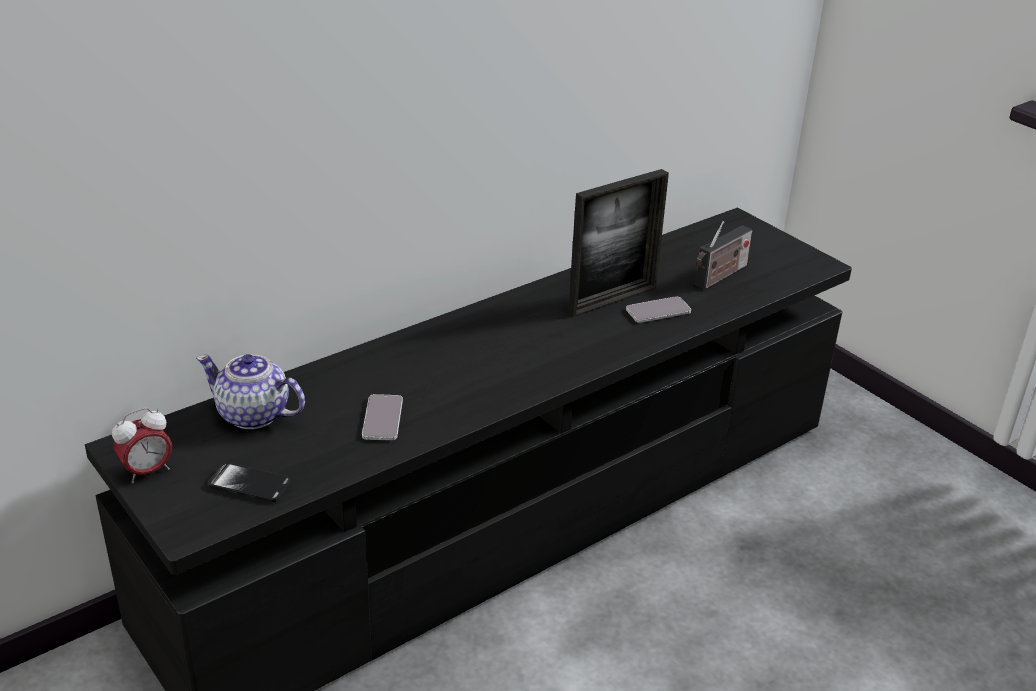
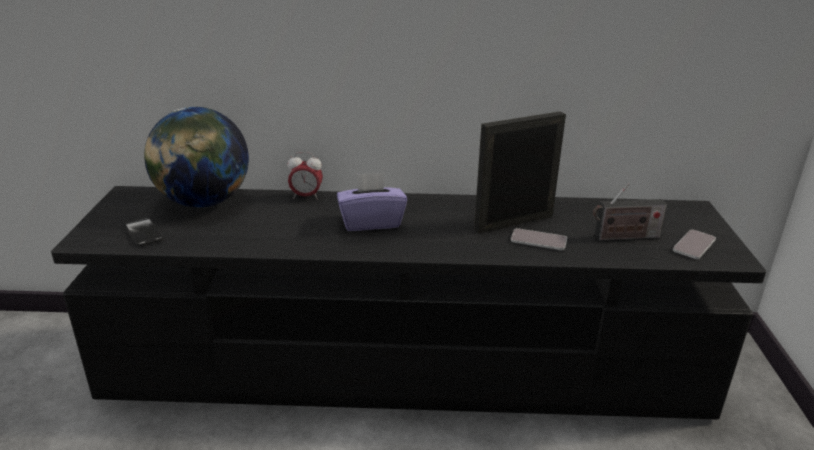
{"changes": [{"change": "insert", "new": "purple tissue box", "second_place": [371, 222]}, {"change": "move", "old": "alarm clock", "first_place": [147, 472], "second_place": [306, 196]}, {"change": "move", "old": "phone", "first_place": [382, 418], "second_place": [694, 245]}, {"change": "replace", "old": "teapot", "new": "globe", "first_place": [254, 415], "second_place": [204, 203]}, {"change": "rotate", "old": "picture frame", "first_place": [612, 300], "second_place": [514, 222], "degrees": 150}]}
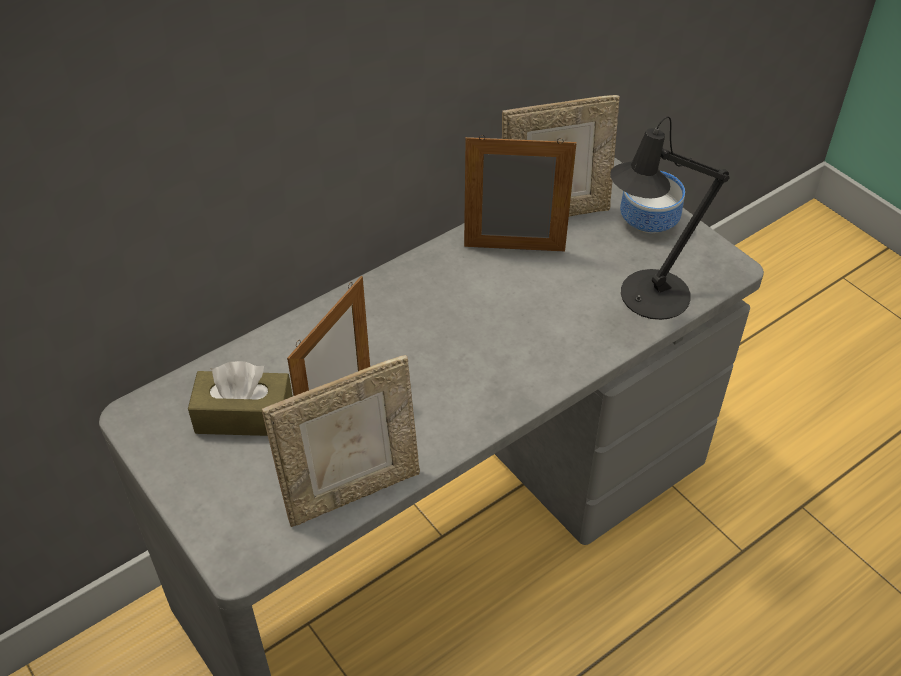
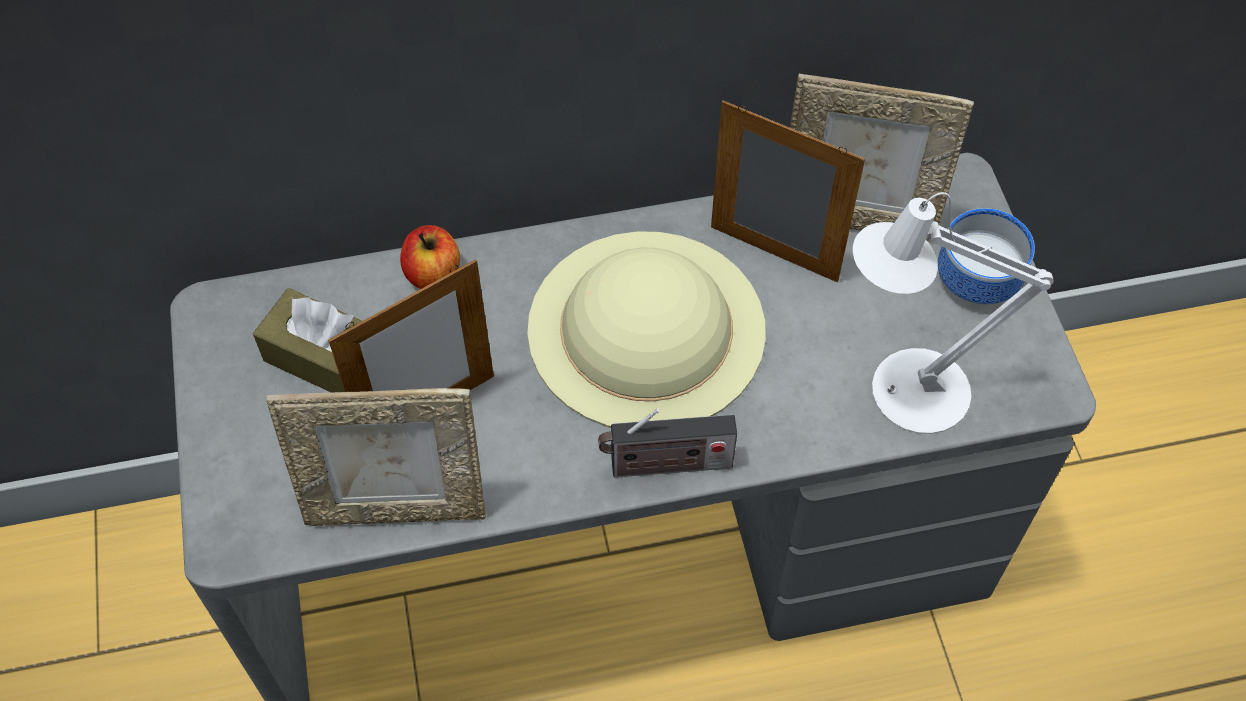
{"changes": [{"change": "insert", "new": "apple", "second_place": [433, 274]}, {"change": "insert", "new": "beige hat", "second_place": [646, 328]}, {"change": "insert", "new": "radio", "second_place": [665, 465]}, {"change": "recolor", "old": "black table lamp", "new": "white table lamp", "first_place": [646, 298], "second_place": [905, 392]}]}
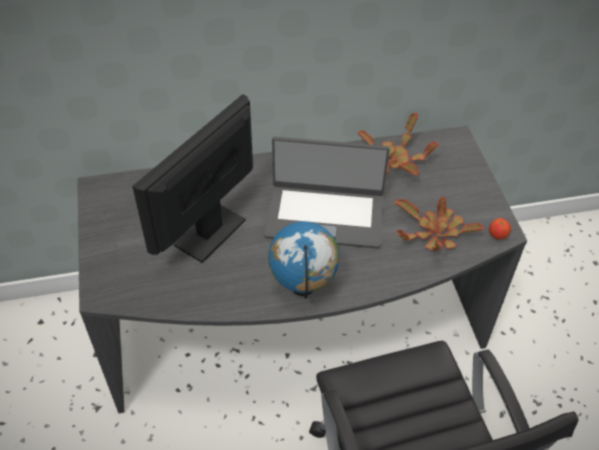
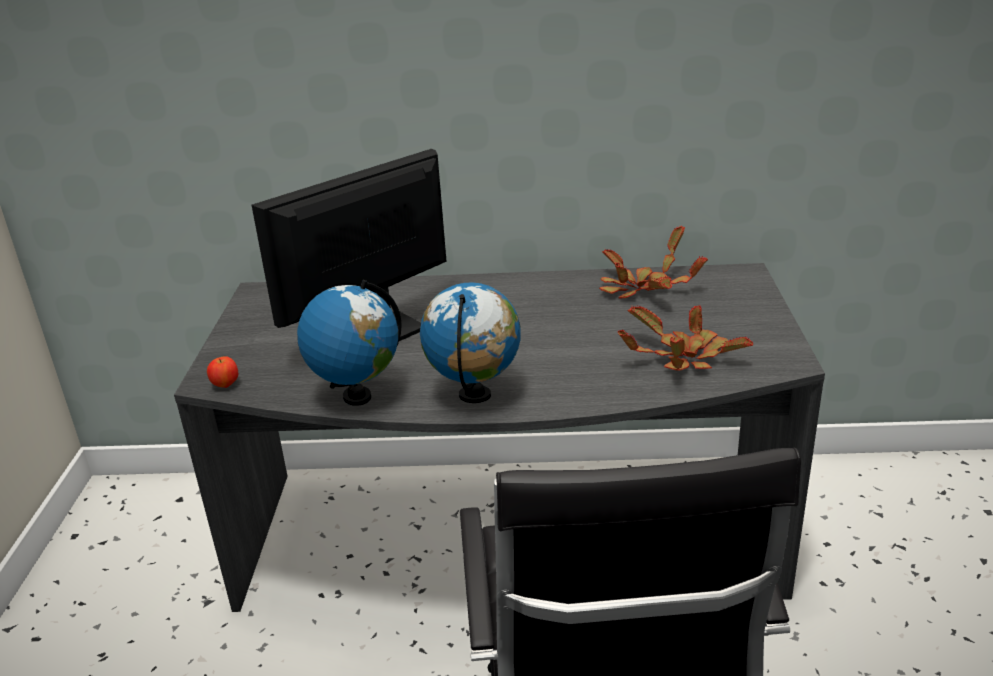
{"changes": [{"change": "delete", "old": "laptop", "first_place": [325, 215]}, {"change": "insert", "new": "globe", "second_place": [357, 396]}, {"change": "move", "old": "apple", "first_place": [497, 235], "second_place": [226, 385]}]}
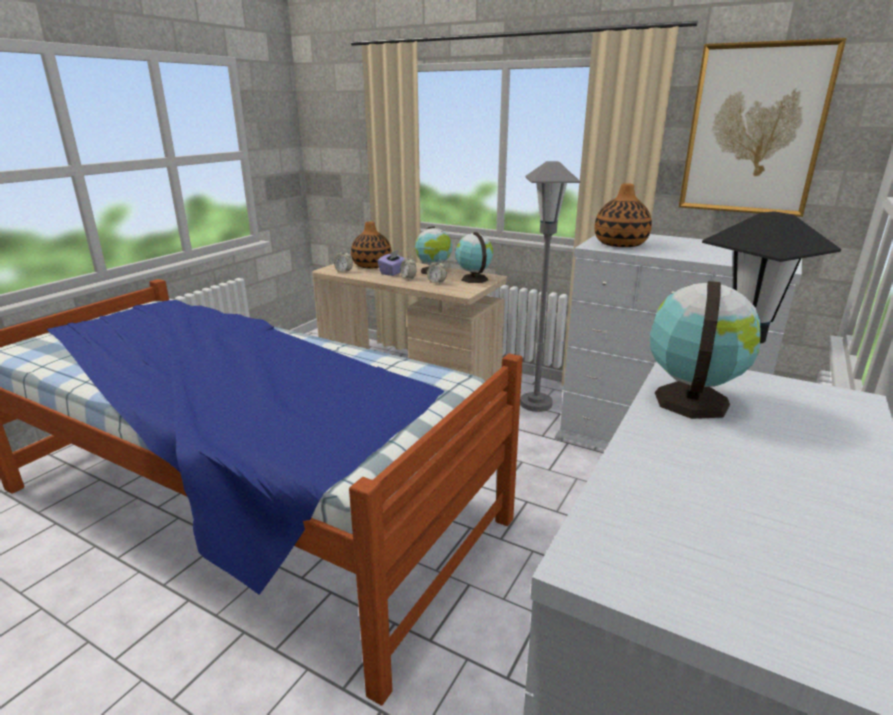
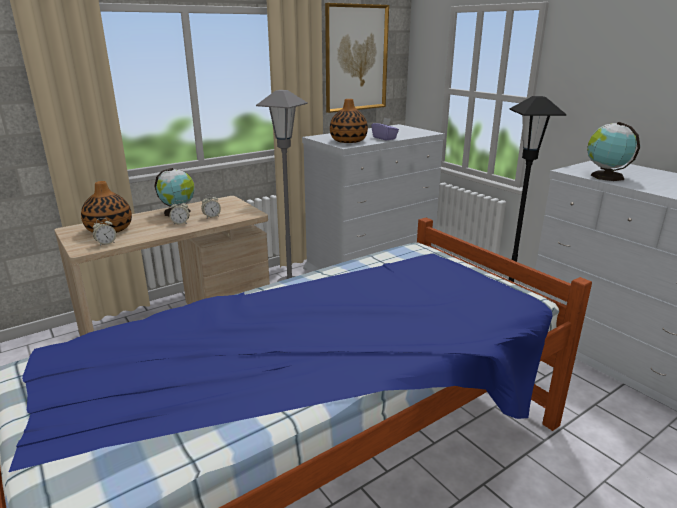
{"changes": [{"change": "delete", "old": "globe", "first_place": [473, 279]}, {"change": "move", "old": "purple tissue box", "first_place": [393, 272], "second_place": [384, 138]}]}
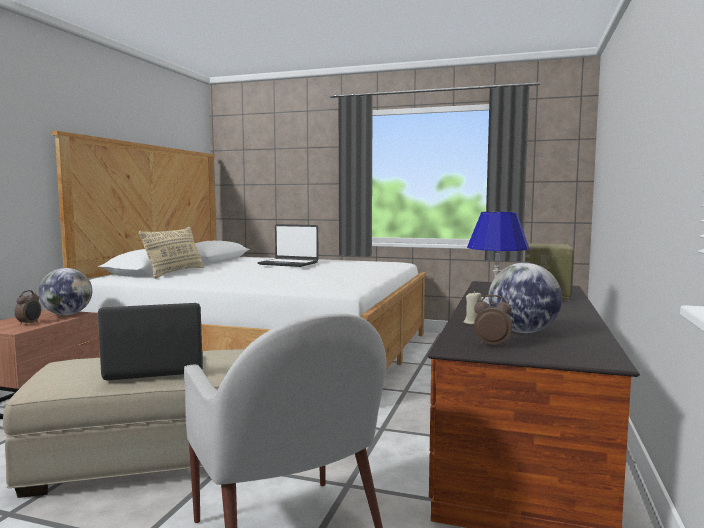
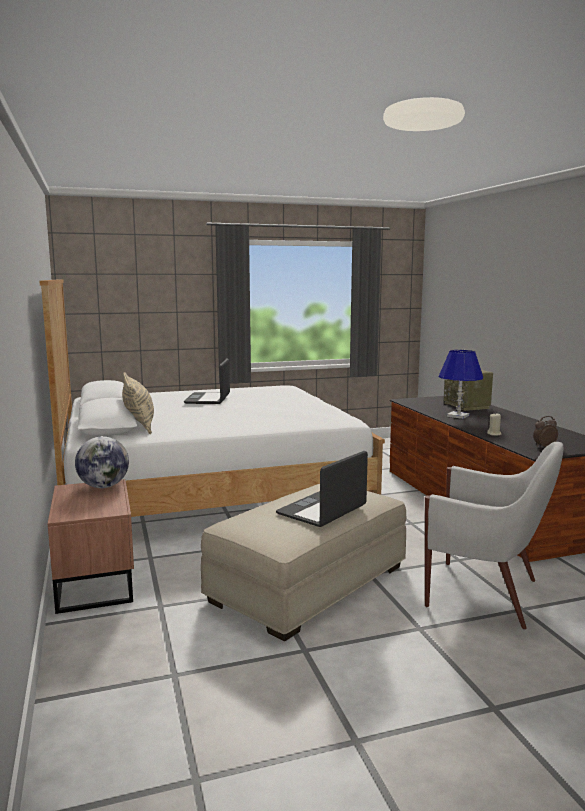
{"changes": [{"change": "delete", "old": "alarm clock", "first_place": [29, 324]}, {"change": "delete", "old": "globe", "first_place": [522, 332]}, {"change": "rotate", "old": "laptop", "first_place": [288, 263], "second_place": [208, 399], "degrees": 105}]}
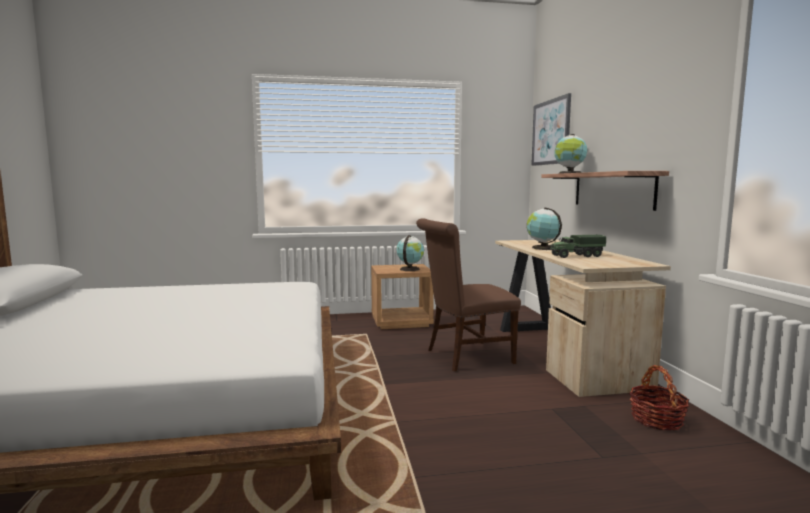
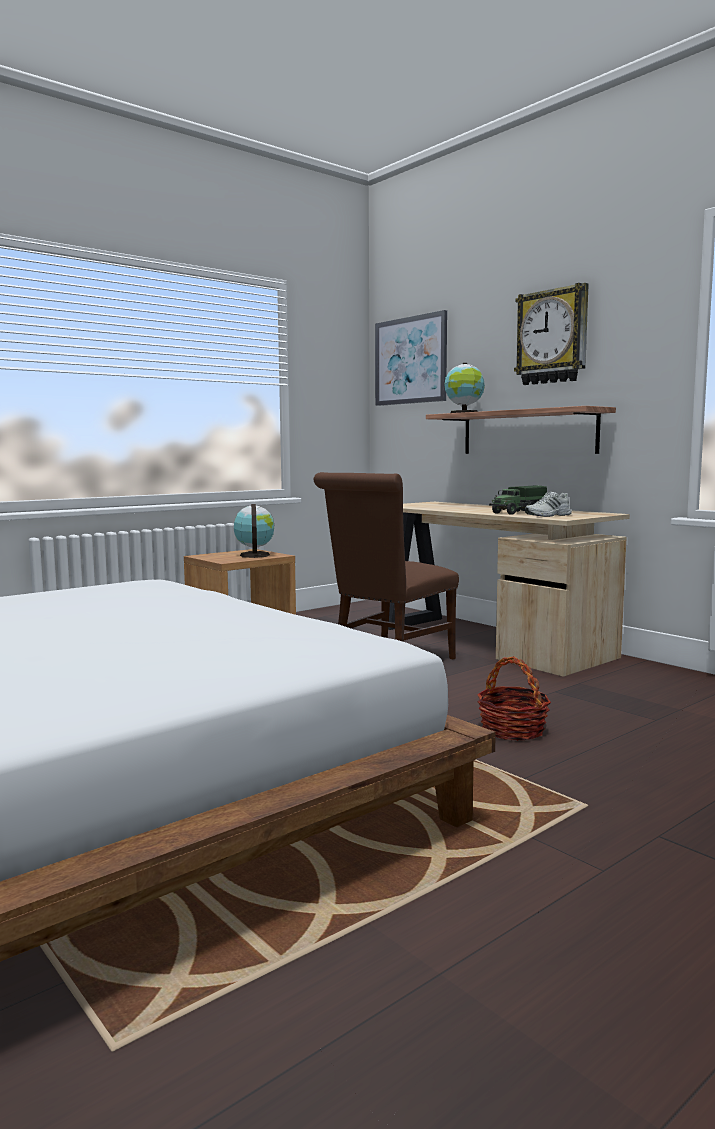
{"changes": [{"change": "delete", "old": "globe", "first_place": [542, 248]}, {"change": "insert", "new": "wall clock", "second_place": [552, 337]}, {"change": "insert", "new": "white shoe", "second_place": [548, 515]}, {"change": "move", "old": "basket", "first_place": [656, 420], "second_place": [512, 730]}]}
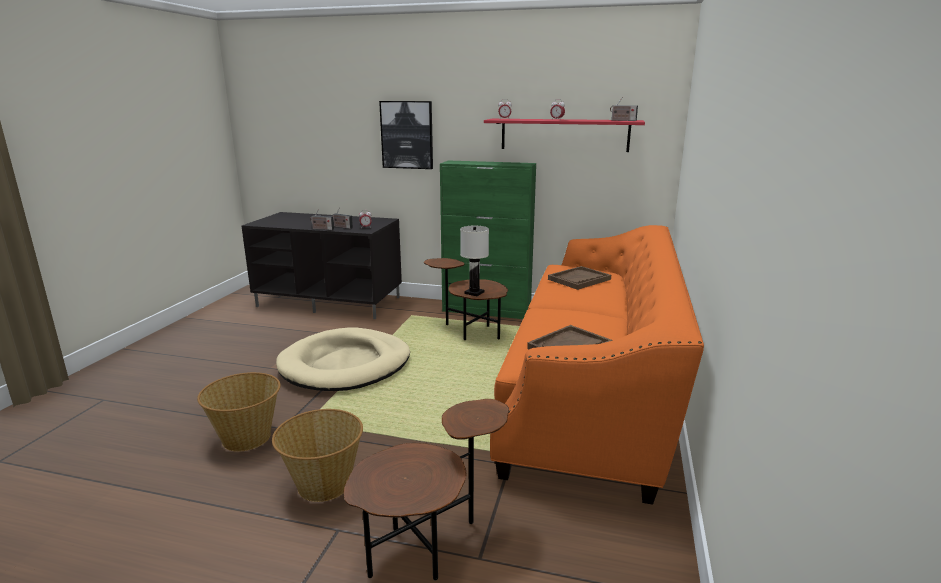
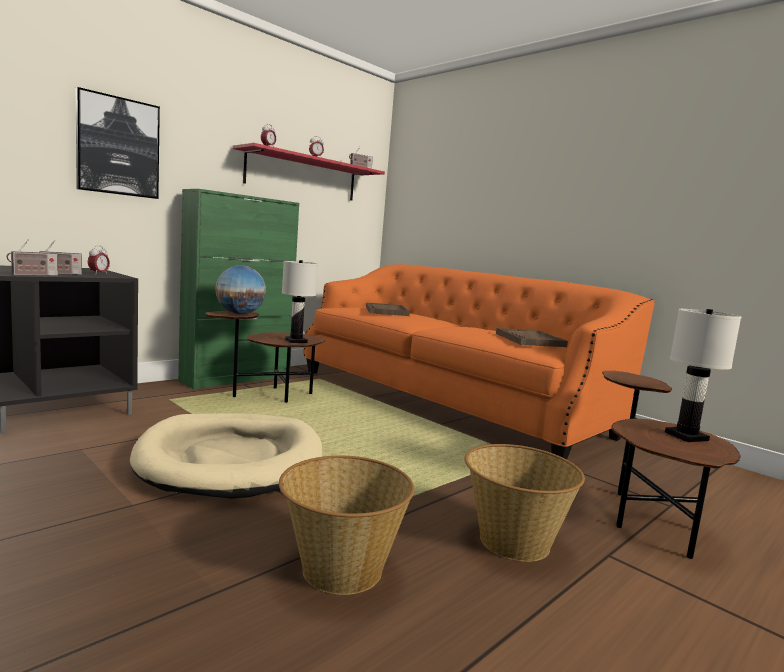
{"changes": [{"change": "insert", "new": "globe", "second_place": [239, 314]}, {"change": "insert", "new": "white table lamp", "second_place": [686, 436]}]}
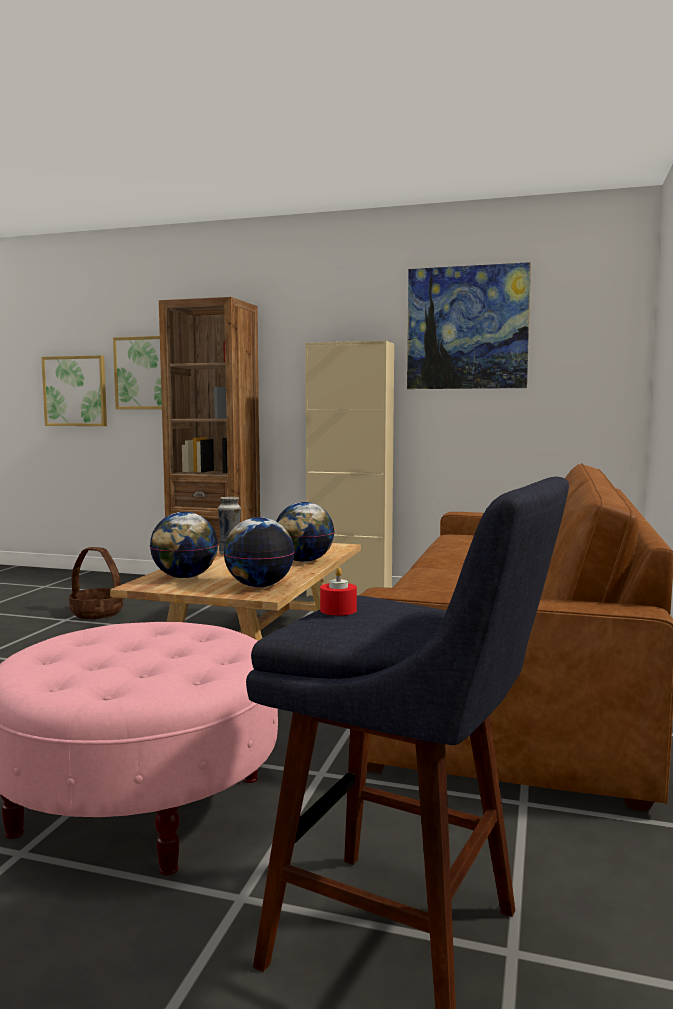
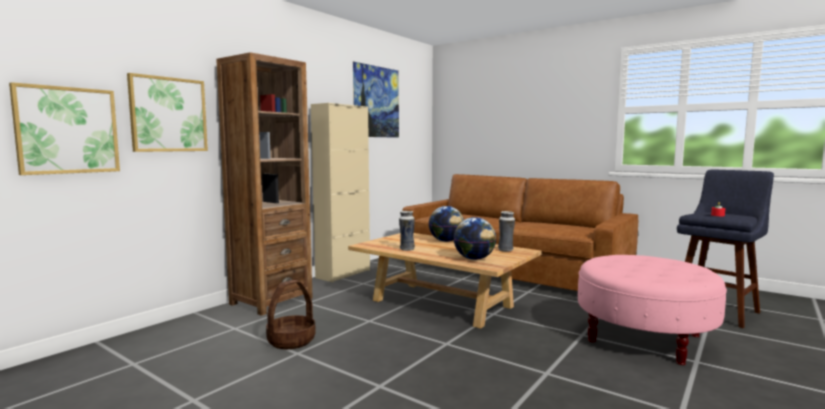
{"changes": [{"change": "replace", "old": "globe", "new": "vase", "first_place": [259, 586], "second_place": [506, 250]}]}
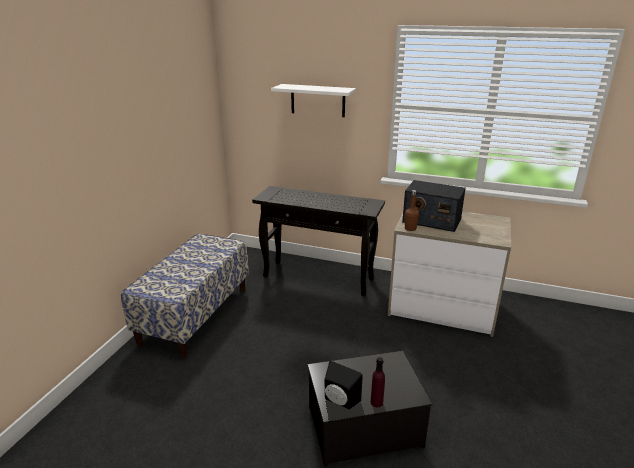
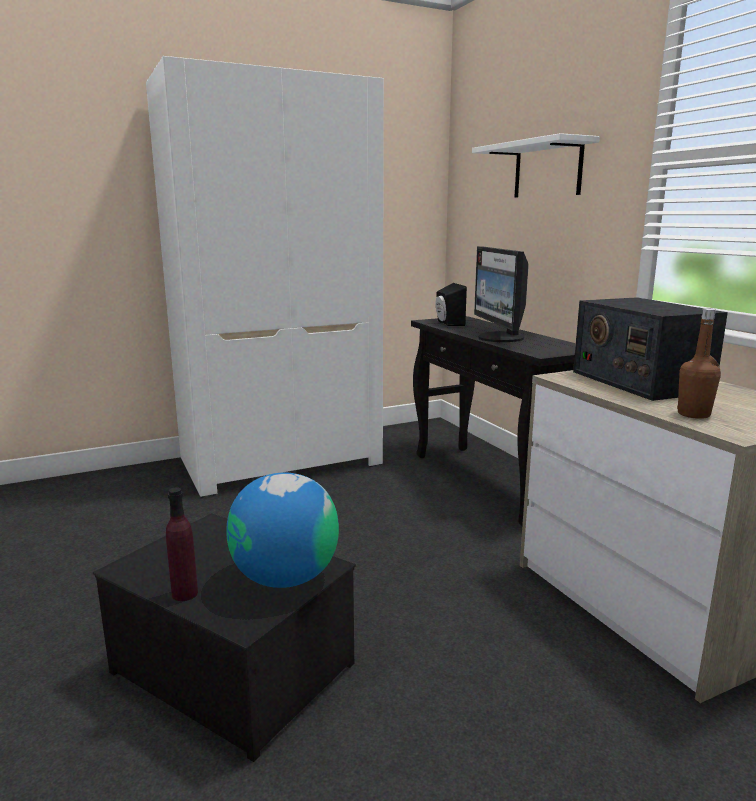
{"changes": [{"change": "insert", "new": "globe", "second_place": [285, 577]}, {"change": "insert", "new": "monitor", "second_place": [499, 338]}, {"change": "move", "old": "black speaker", "first_place": [339, 401], "second_place": [448, 323]}, {"change": "move", "old": "brown bottle", "first_place": [410, 228], "second_place": [693, 414]}, {"change": "replace", "old": "bench", "new": "white wardrobe", "first_place": [195, 315], "second_place": [281, 460]}]}
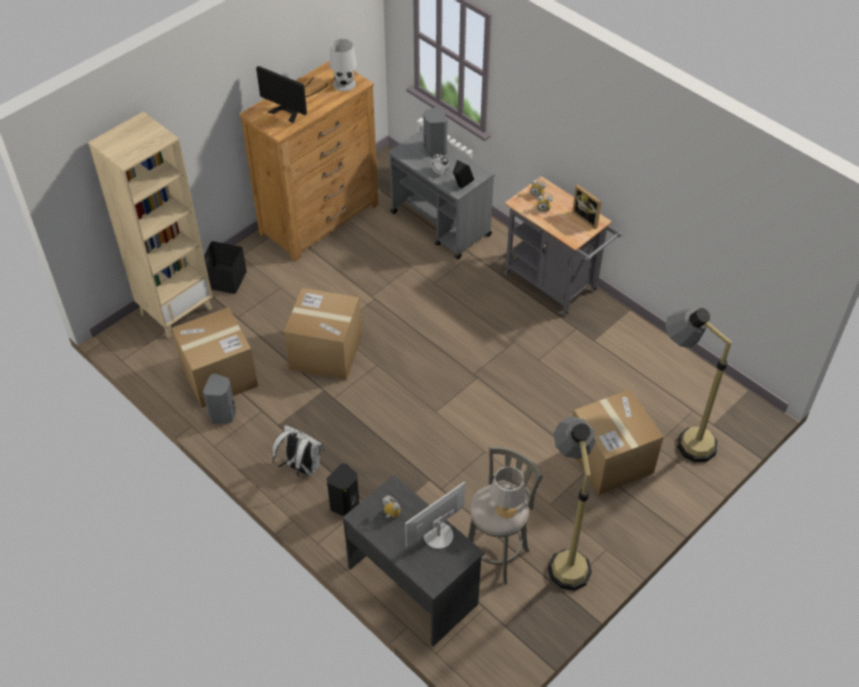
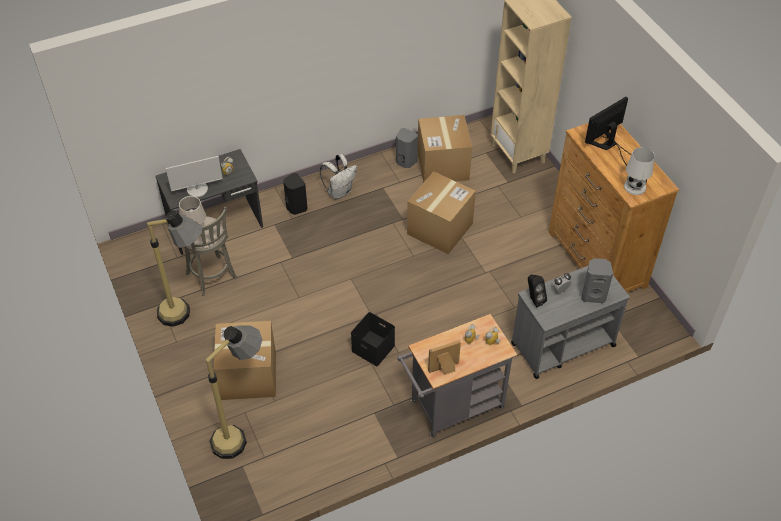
{"changes": [{"change": "move", "old": "black storage box", "first_place": [225, 278], "second_place": [374, 348]}, {"change": "rotate", "old": "monitor", "first_place": [437, 535], "second_place": [197, 189], "degrees": 90}]}
